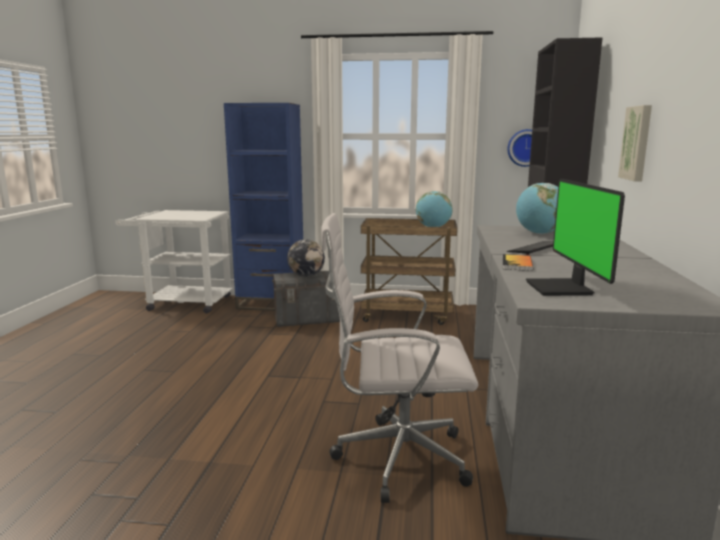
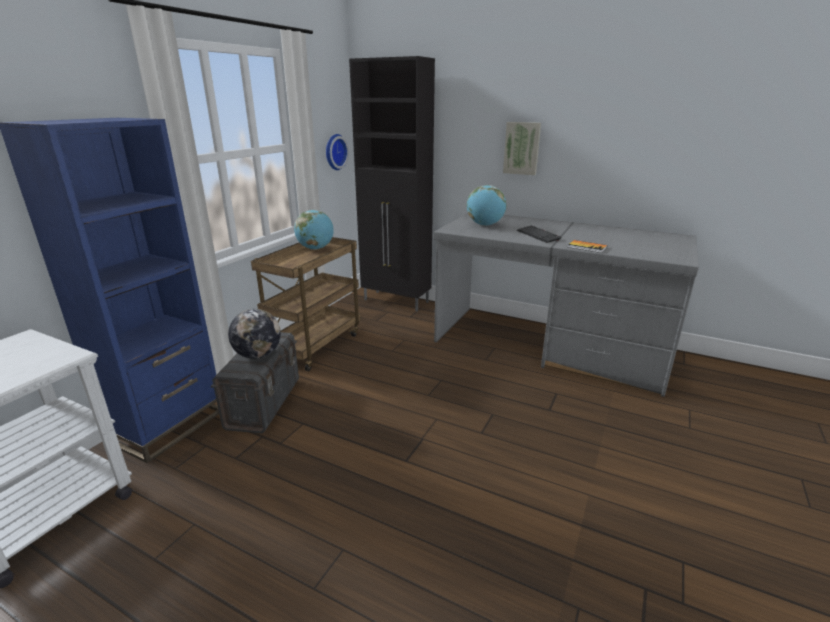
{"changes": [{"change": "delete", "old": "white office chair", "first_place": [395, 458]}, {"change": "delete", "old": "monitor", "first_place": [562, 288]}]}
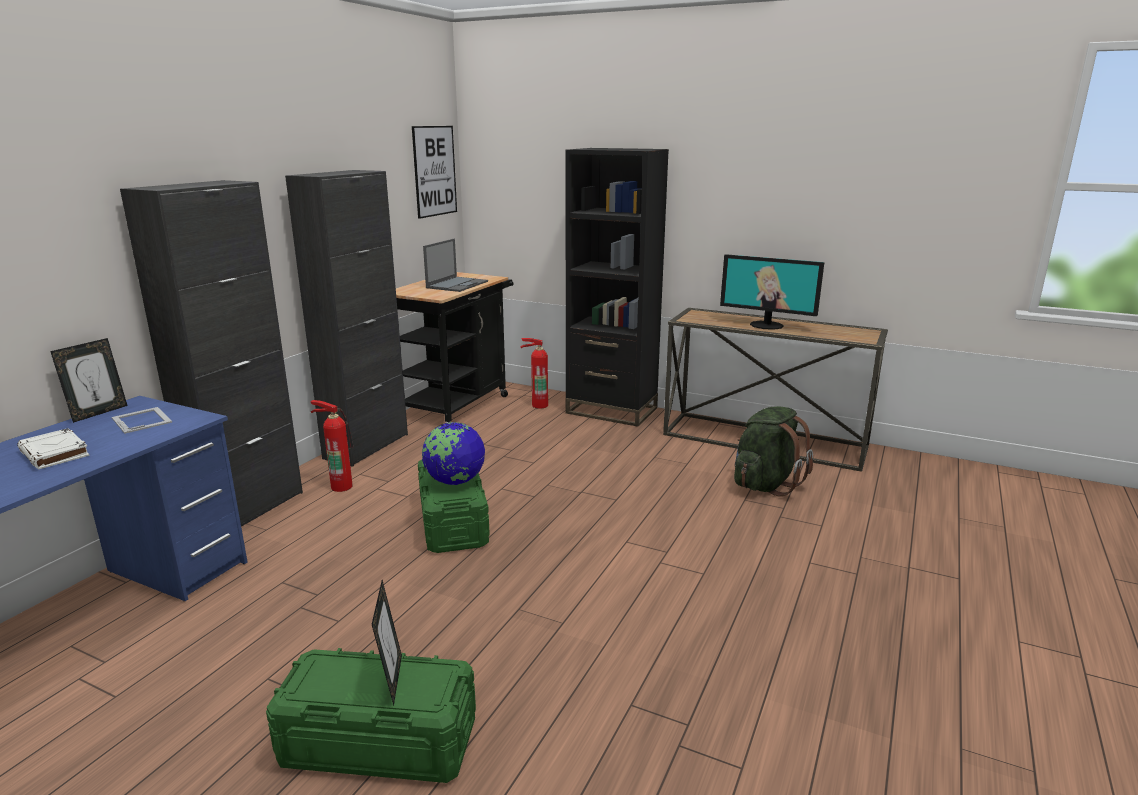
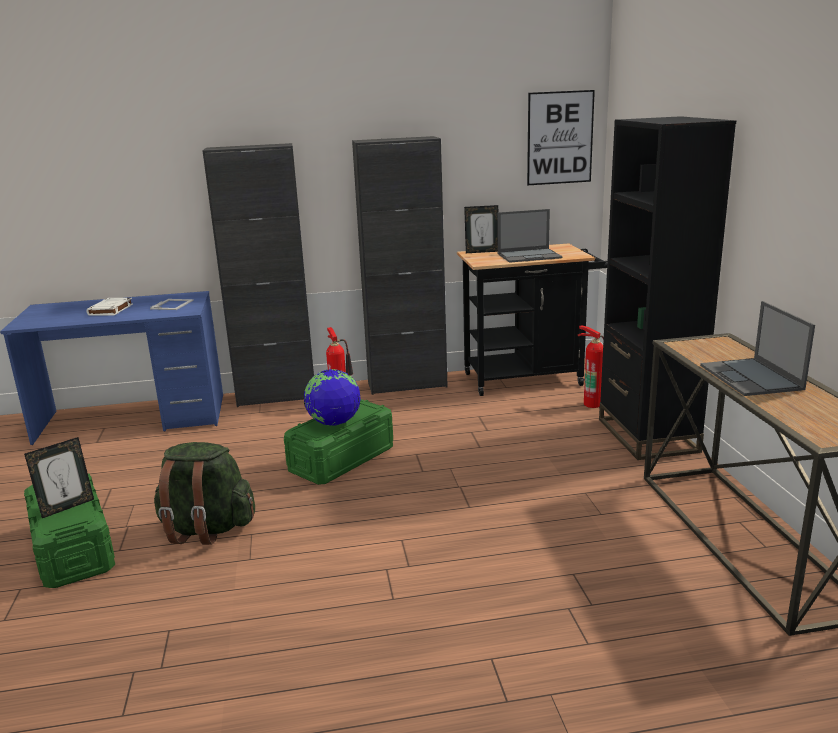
{"changes": [{"change": "move", "old": "picture frame", "first_place": [98, 413], "second_place": [482, 251]}, {"change": "move", "old": "green backpack", "first_place": [765, 484], "second_place": [206, 529]}, {"change": "replace", "old": "monitor", "new": "laptop", "first_place": [767, 325], "second_place": [751, 378]}]}
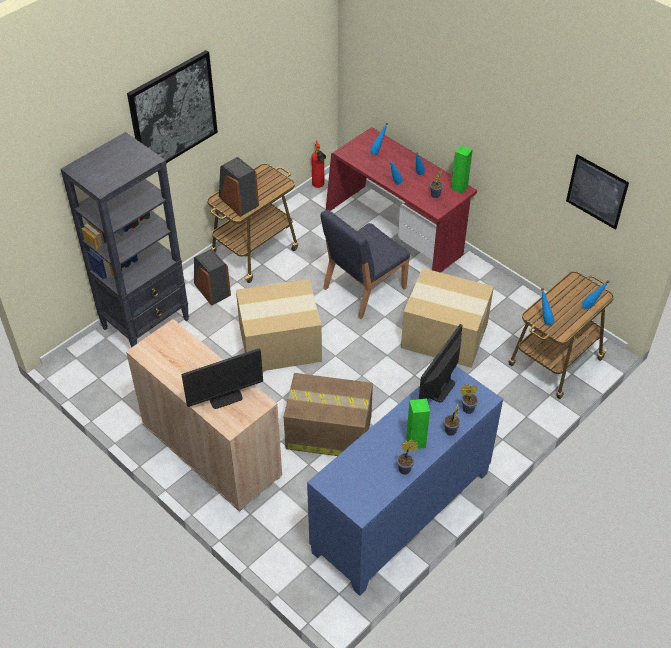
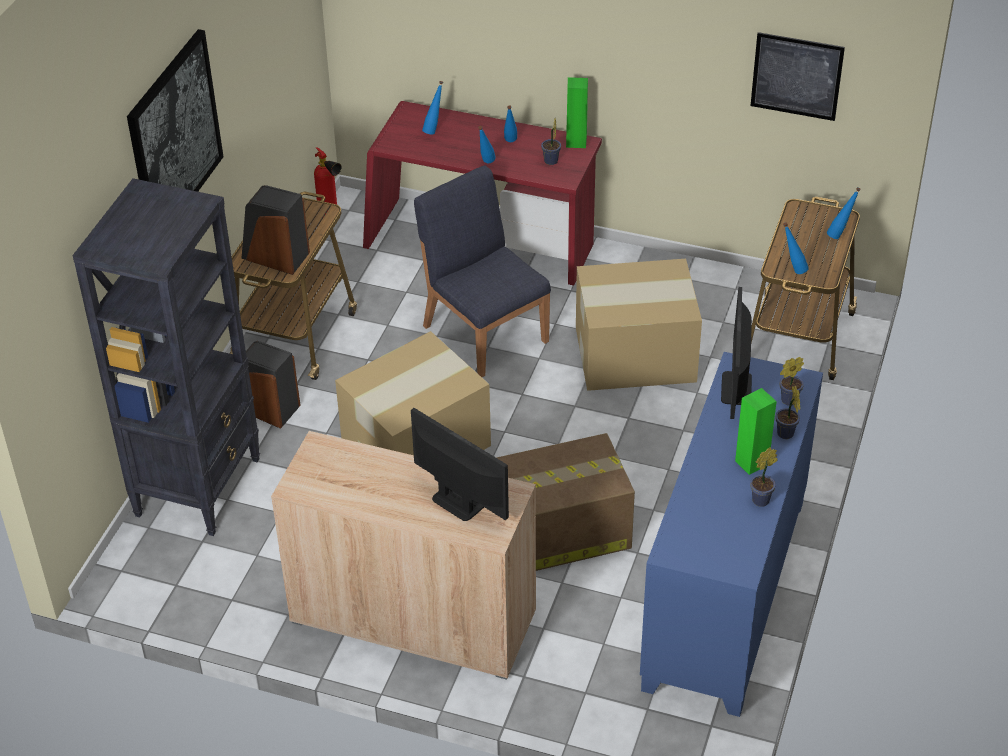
{"changes": [{"change": "rotate", "old": "monitor", "first_place": [225, 397], "second_place": [458, 502], "degrees": -90}, {"change": "rotate", "old": "blue chair", "first_place": [363, 288], "second_place": [485, 332], "degrees": 120}]}
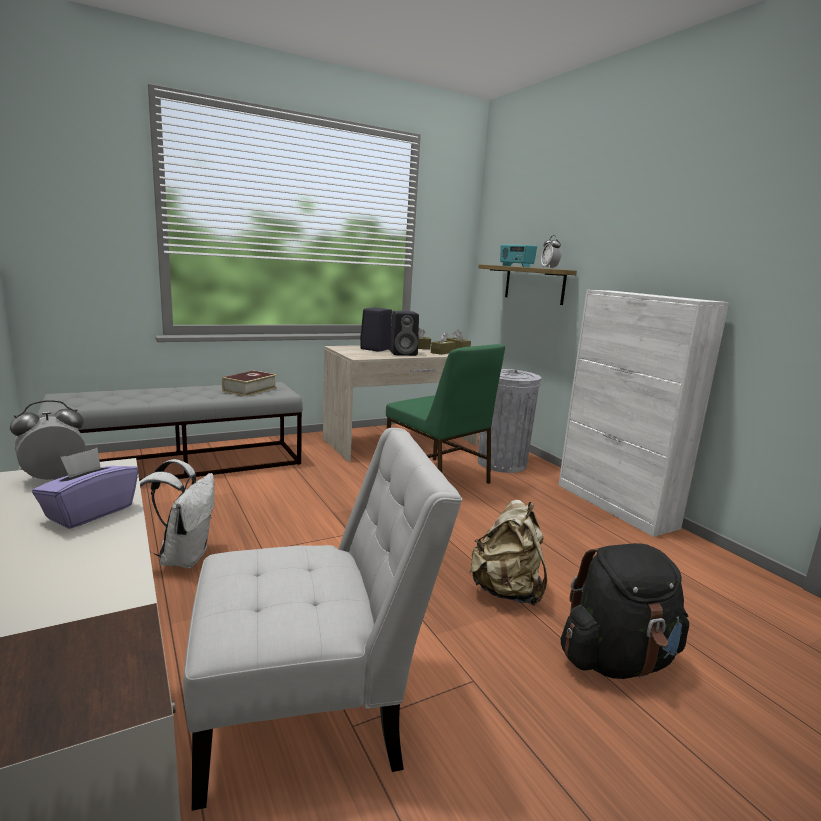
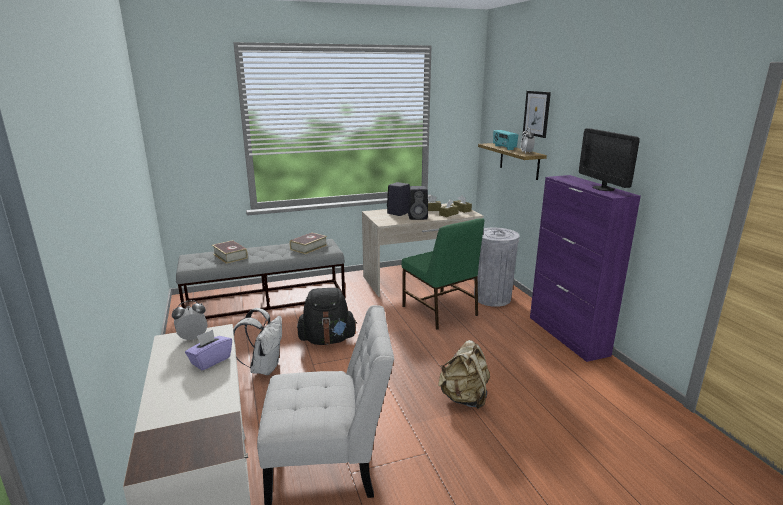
{"changes": [{"change": "insert", "new": "book", "second_place": [230, 256]}, {"change": "insert", "new": "picture", "second_place": [536, 113]}, {"change": "insert", "new": "monitor", "second_place": [603, 188]}, {"change": "move", "old": "black backpack", "first_place": [617, 660], "second_place": [327, 340]}, {"change": "recolor", "old": "white cabinet", "new": "purple cabinet", "first_place": [615, 506], "second_place": [567, 336]}]}
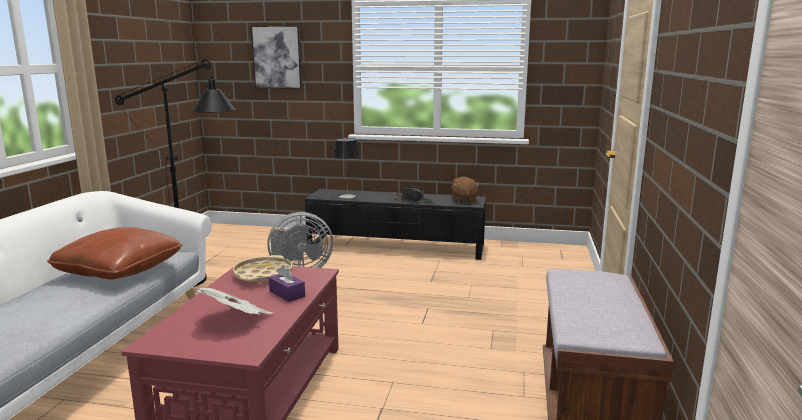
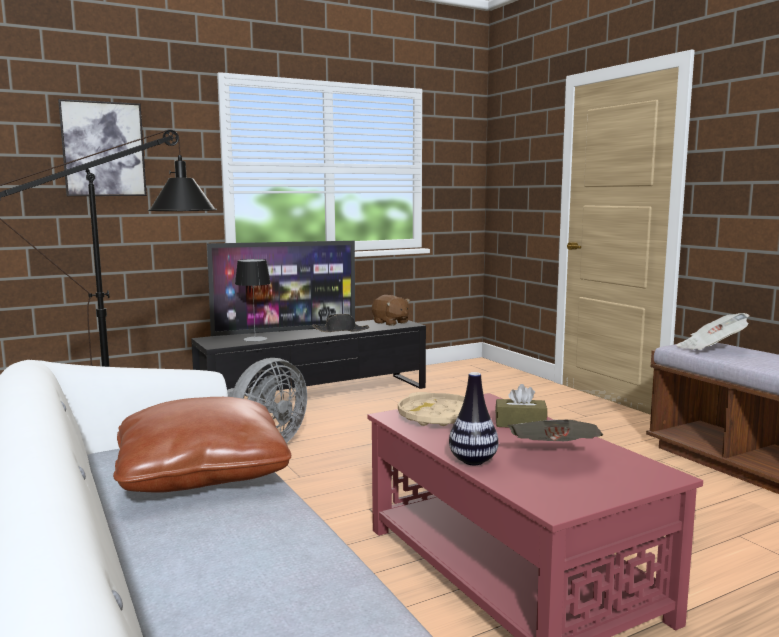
{"changes": [{"change": "insert", "new": "television", "second_place": [285, 331]}, {"change": "insert", "new": "vase", "second_place": [473, 461]}, {"change": "insert", "new": "newspaper", "second_place": [711, 348]}, {"change": "recolor", "old": "purple tissue box", "new": "brown tissue box", "first_place": [287, 294], "second_place": [520, 423]}]}
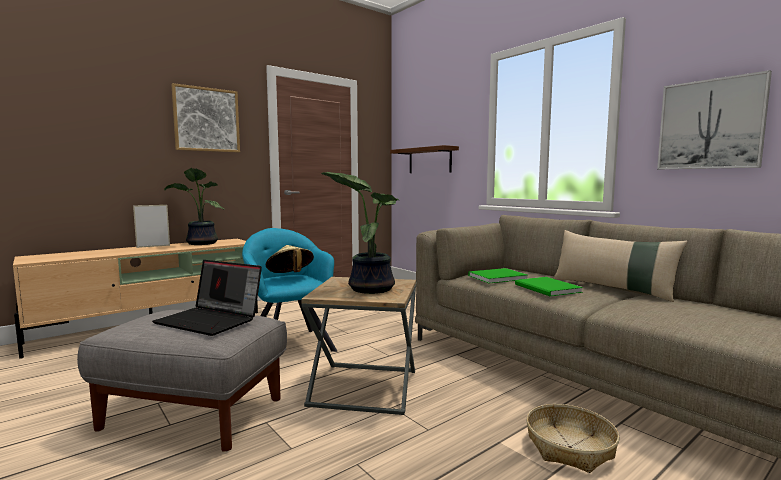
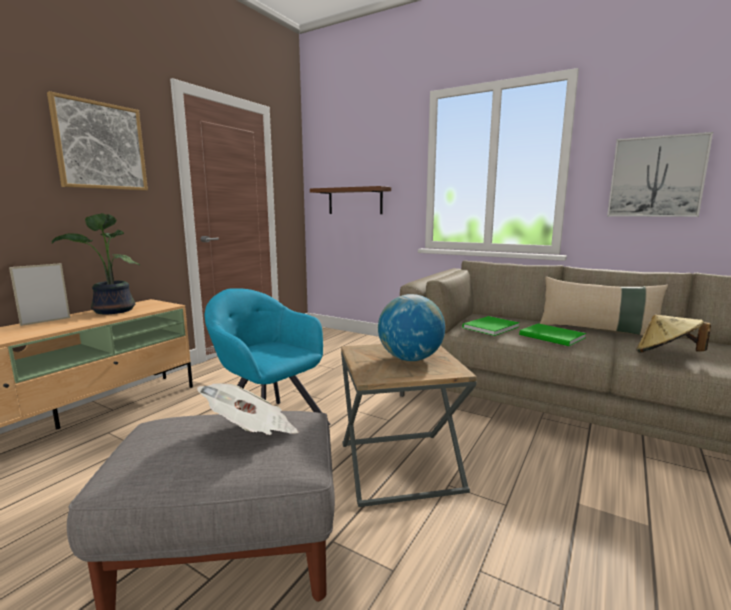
{"changes": [{"change": "delete", "old": "basket", "first_place": [570, 447]}, {"change": "move", "old": "beige hat", "first_place": [290, 275], "second_place": [666, 355]}, {"change": "replace", "old": "laptop", "new": "newspaper", "first_place": [211, 320], "second_place": [252, 431]}, {"change": "replace", "old": "potted plant", "new": "globe", "first_place": [370, 288], "second_place": [410, 359]}]}
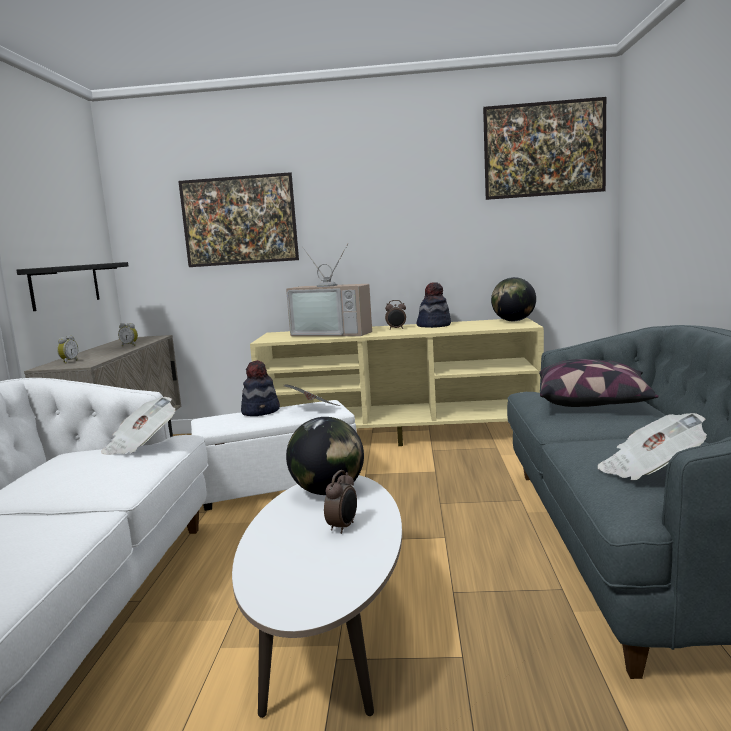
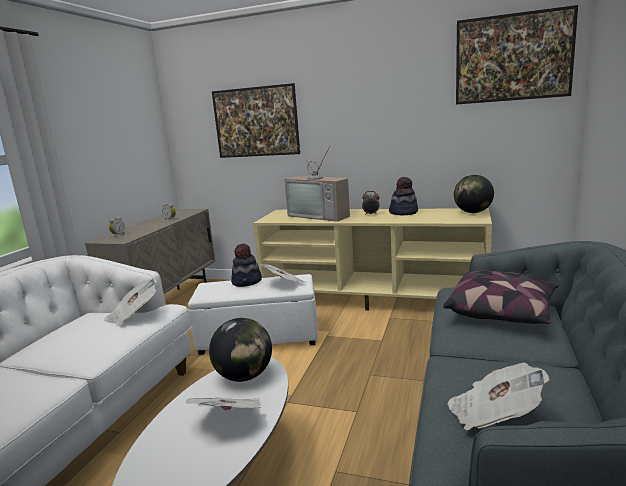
{"changes": [{"change": "delete", "old": "black shelf", "first_place": [66, 285]}, {"change": "replace", "old": "alarm clock", "new": "newspaper", "first_place": [343, 527], "second_place": [230, 419]}]}
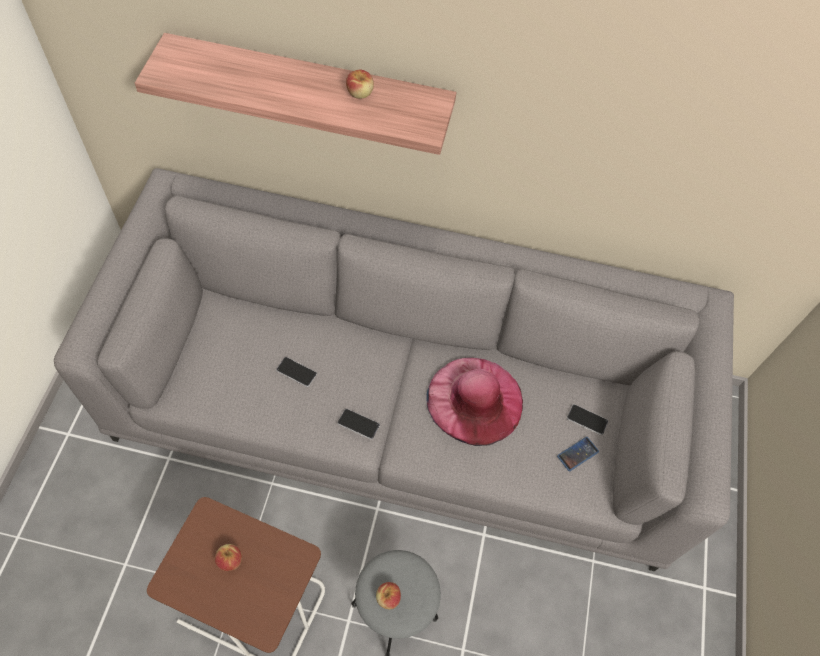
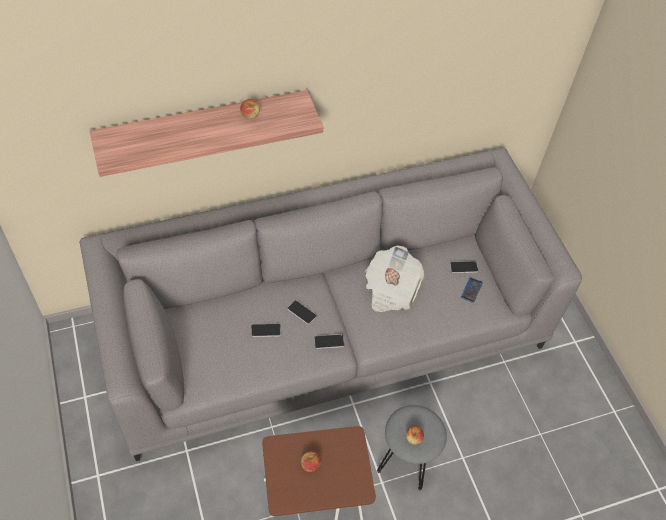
{"changes": [{"change": "insert", "new": "phone", "second_place": [302, 312]}, {"change": "replace", "old": "pink hat", "new": "newspaper", "first_place": [475, 400], "second_place": [390, 289]}]}
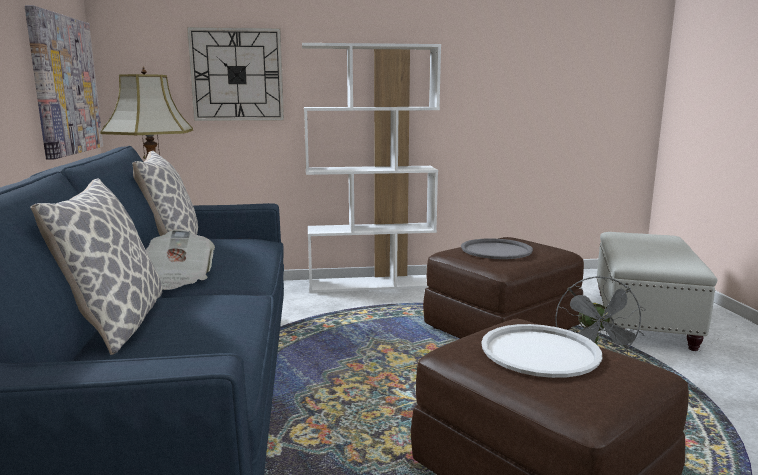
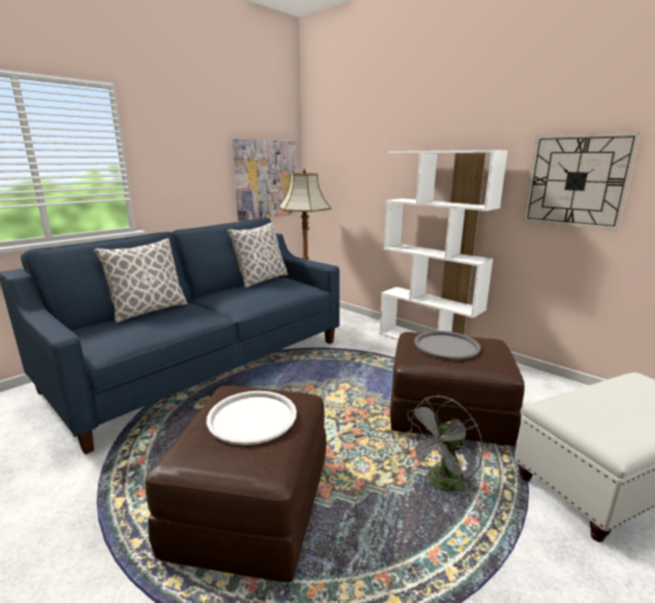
{"changes": [{"change": "delete", "old": "newspaper", "first_place": [179, 278]}, {"change": "move", "old": "wall clock", "first_place": [237, 75], "second_place": [576, 181]}]}
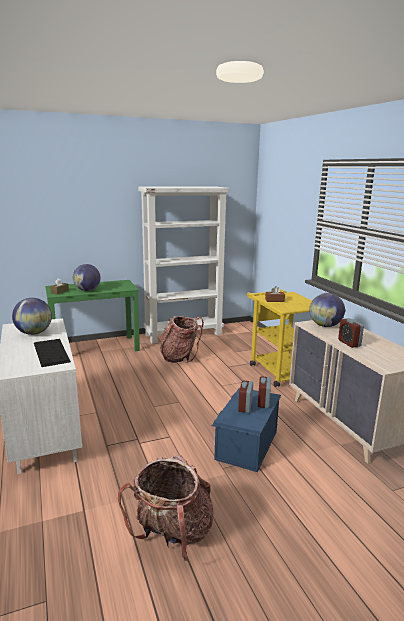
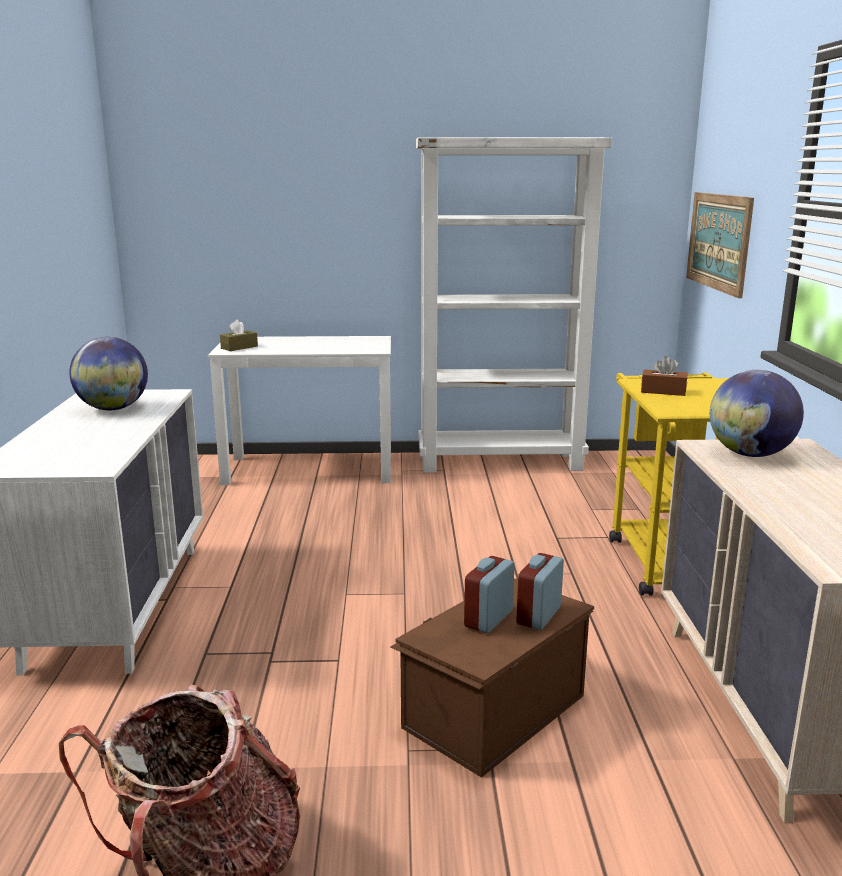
{"changes": [{"change": "delete", "old": "keyboard", "first_place": [50, 352]}, {"change": "delete", "old": "globe", "first_place": [87, 290]}, {"change": "delete", "old": "backpack", "first_place": [180, 357]}, {"change": "delete", "old": "alarm clock", "first_place": [349, 343]}, {"change": "insert", "new": "picture", "second_place": [718, 241]}, {"change": "recolor", "old": "green desk", "new": "white desk", "first_place": [96, 348], "second_place": [310, 469]}, {"change": "recolor", "old": "blue storage box", "new": "brown storage box", "first_place": [245, 445], "second_place": [492, 711]}]}
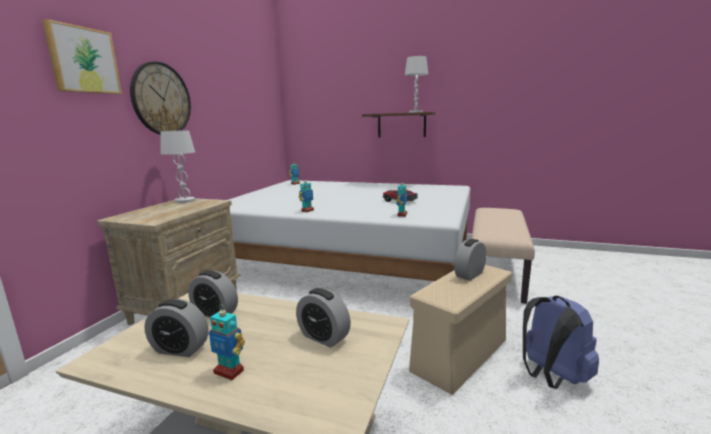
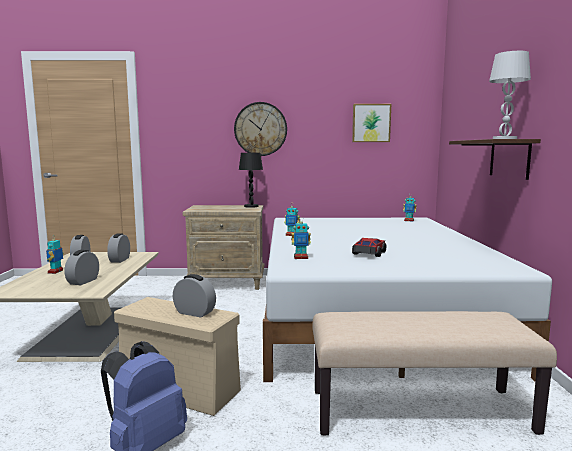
{"changes": [{"change": "move", "old": "picture", "first_place": [83, 60], "second_place": [371, 123]}, {"change": "recolor", "old": "white table lamp", "new": "black table lamp", "first_place": [185, 200], "second_place": [251, 206]}]}
